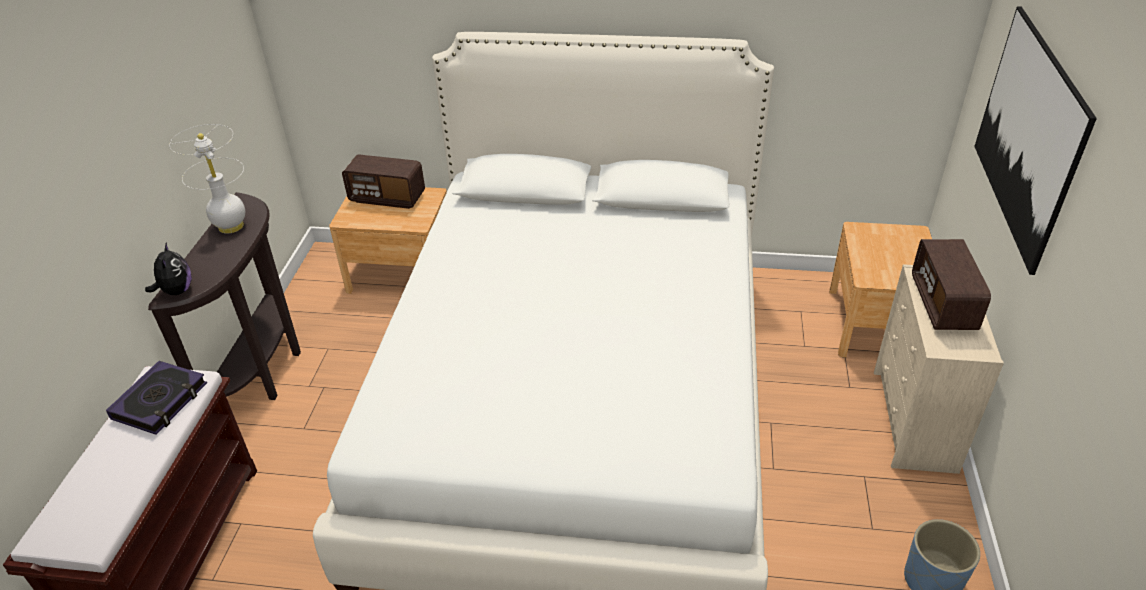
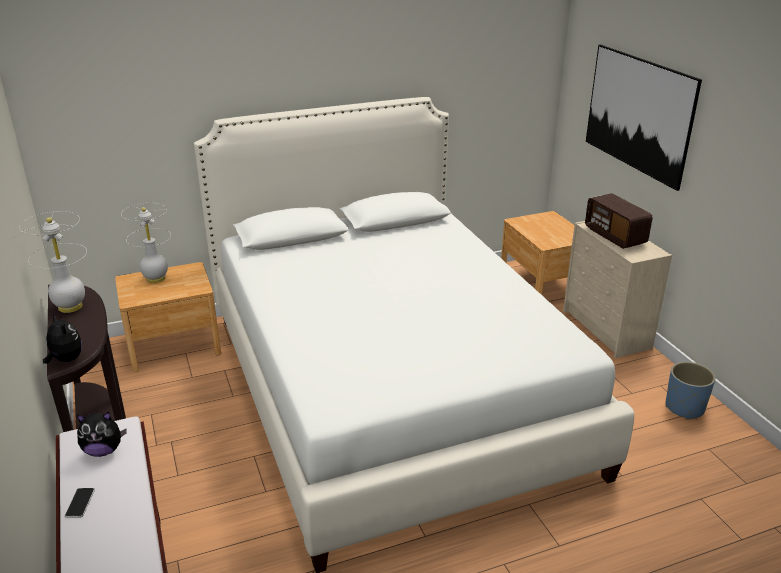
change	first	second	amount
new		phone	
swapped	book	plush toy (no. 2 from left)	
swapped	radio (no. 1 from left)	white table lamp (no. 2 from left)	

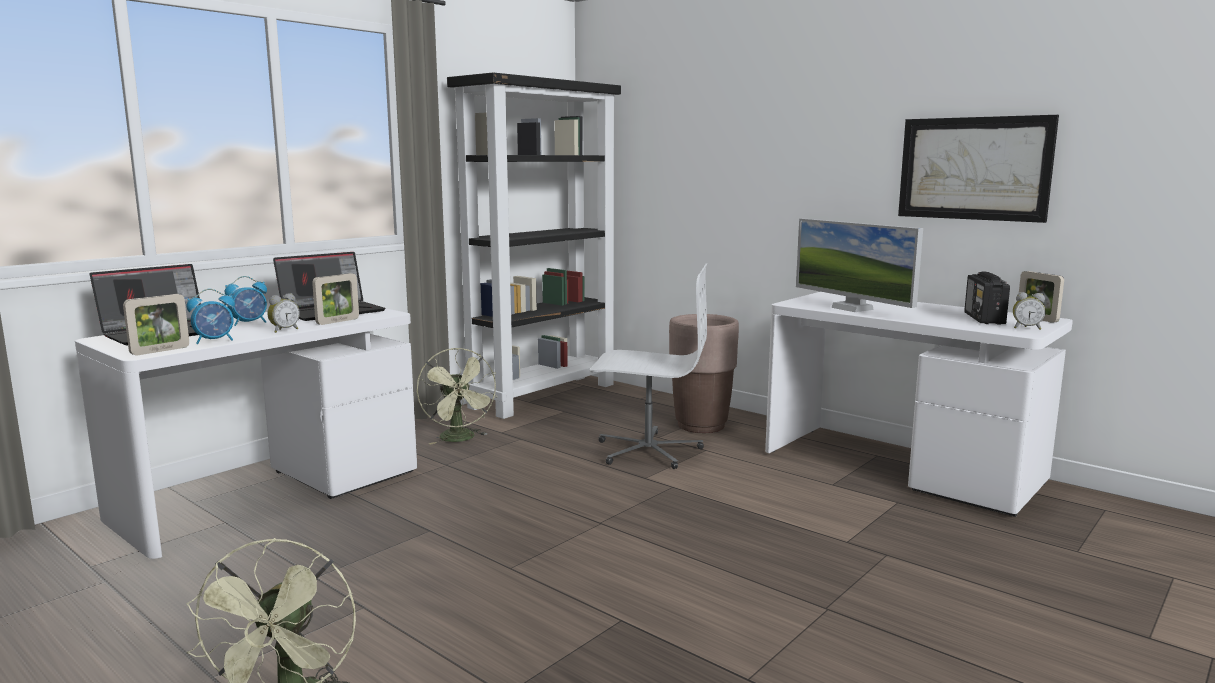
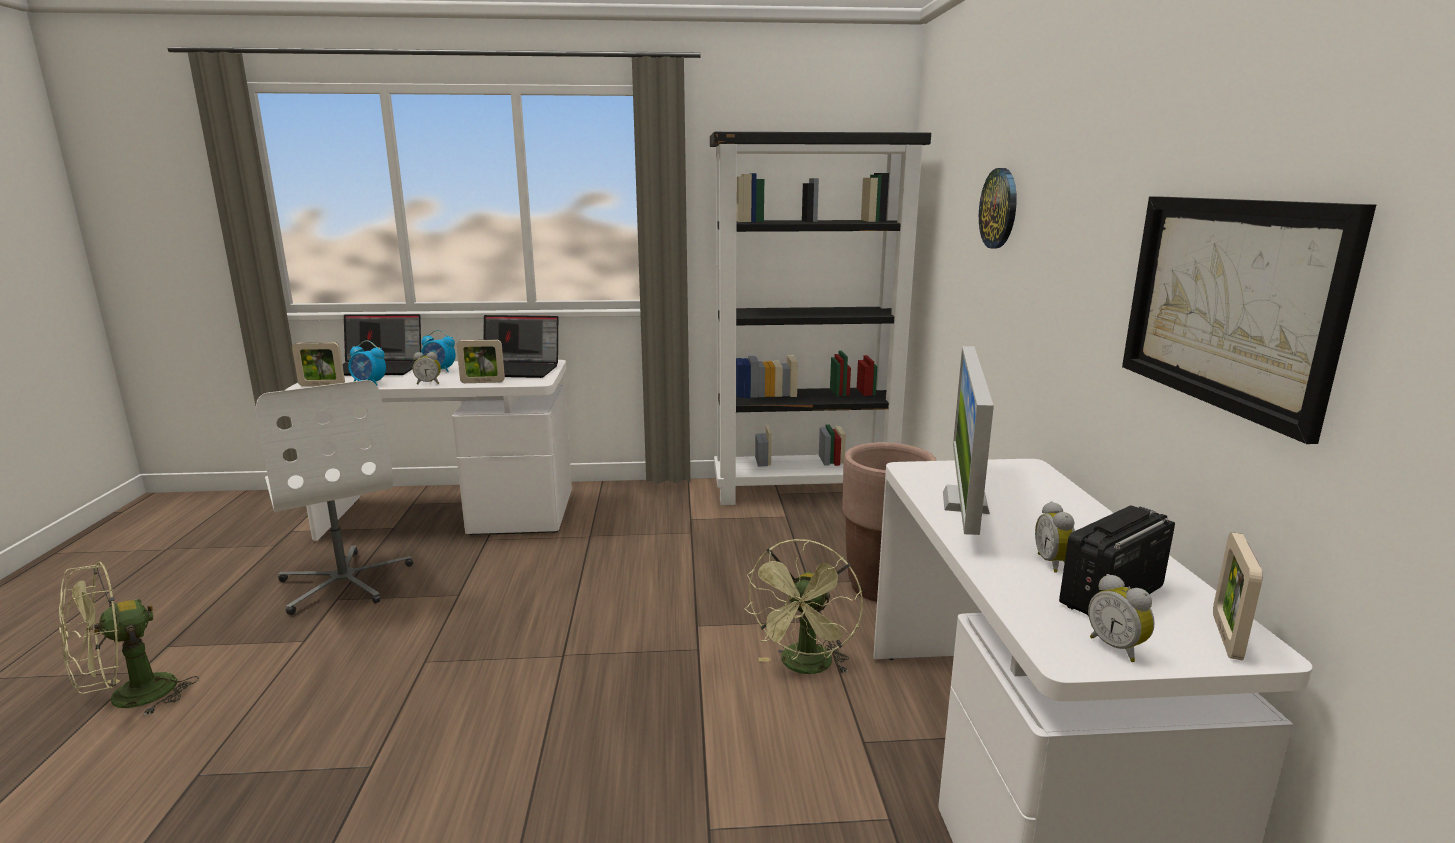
change	first	second	amount
new		wall clock	
new		alarm clock (no. 4 from left)	
shifted	green fan (no. 2 from left)		
shifted	white office chair		

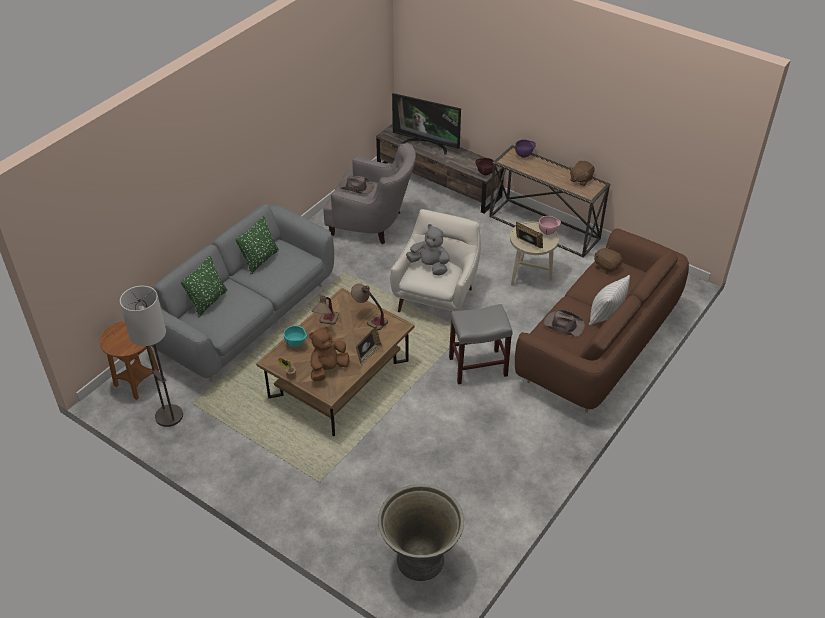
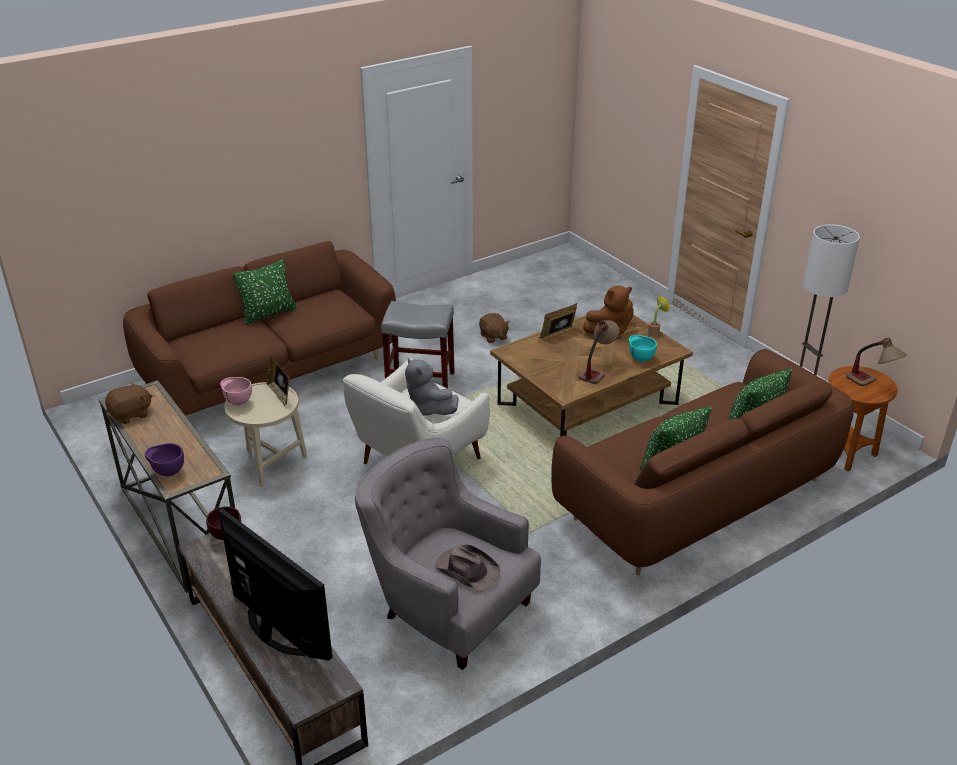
change	first	second	amount
gone	grey planter		
gone	brown hat (no. 2 from left)		
shifted	table lamp (no. 2 from left)		
shifted	brown plush toy (no. 3 from left in the first image)	brown plush toy (no. 2 from left)	
repainted	grey sofa	brown sofa (no. 2 from left)	
repainted	white pillow	green pillow (no. 1 from left)	

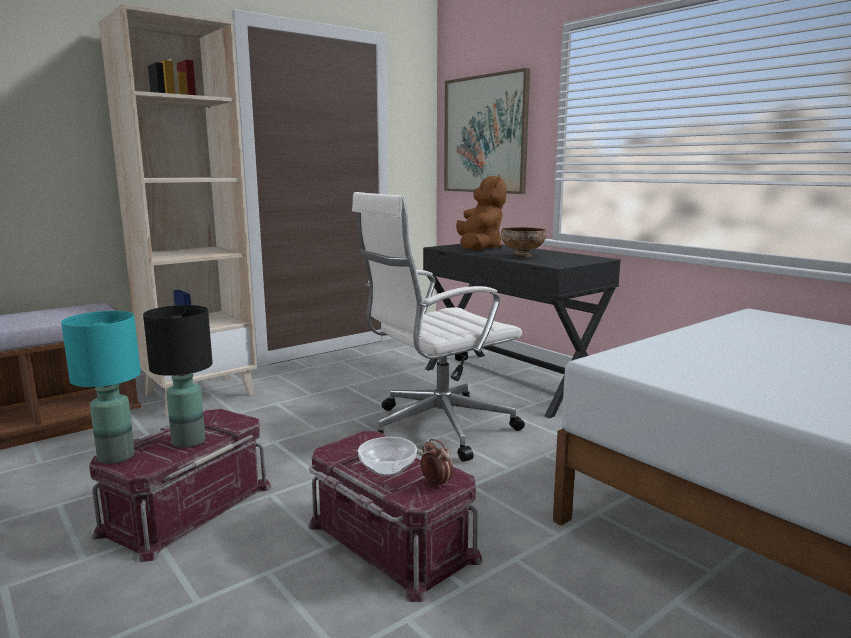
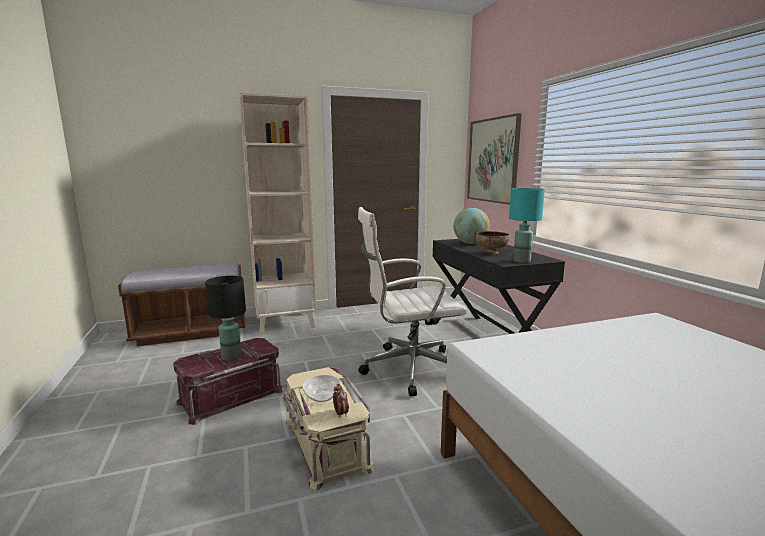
change	first	second	amount
shifted	turquoise table lamp		
swapped	brown plush toy	globe	
repainted	red storage box (no. 2 from left)	beige storage box	

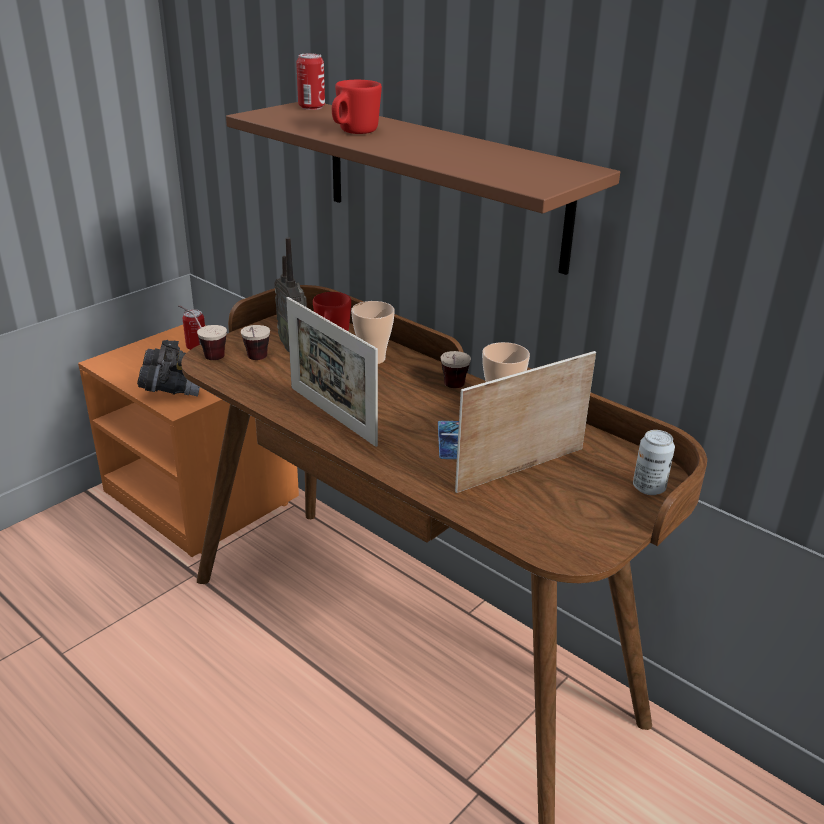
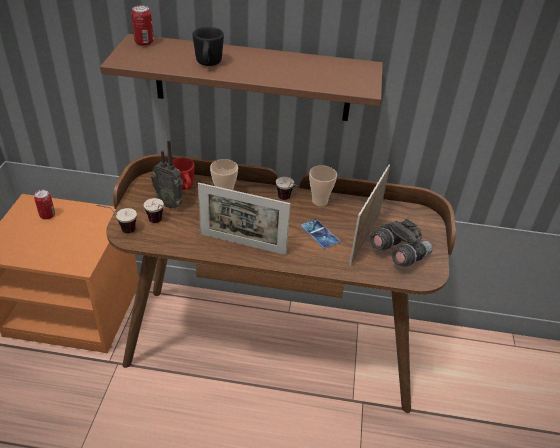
change	first	second	amount
gone	can (no. 3 from left)		
shifted	grey binoculars		
repainted	red mug (no. 2 from left)	black mug	

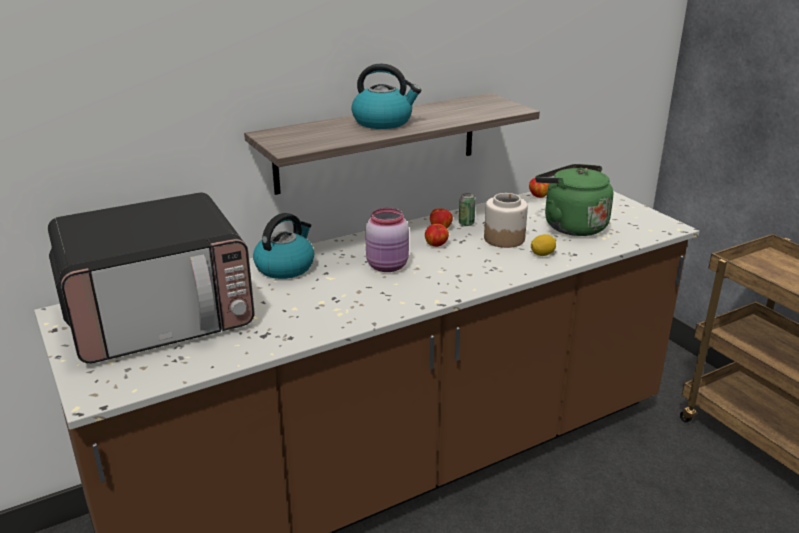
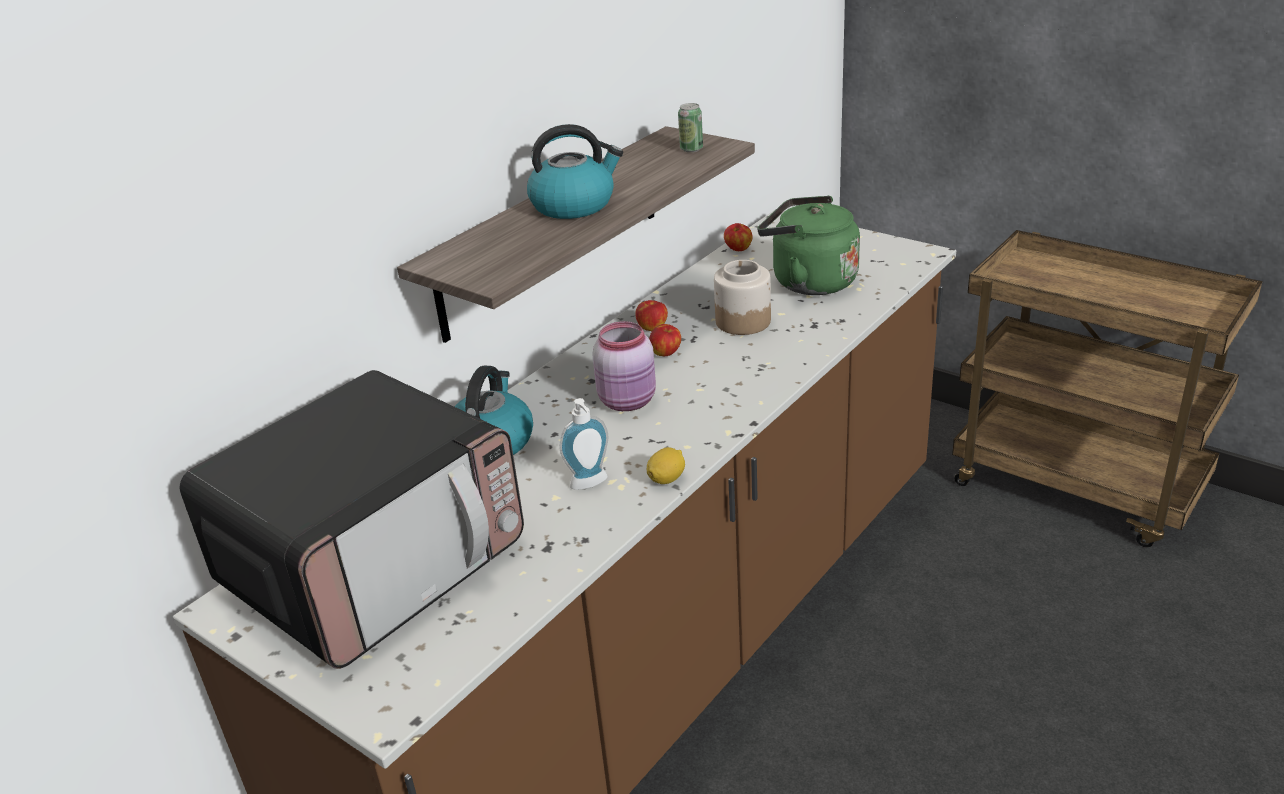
change	first	second	amount
new		soap dispenser	
shifted	can		
shifted	lemon		

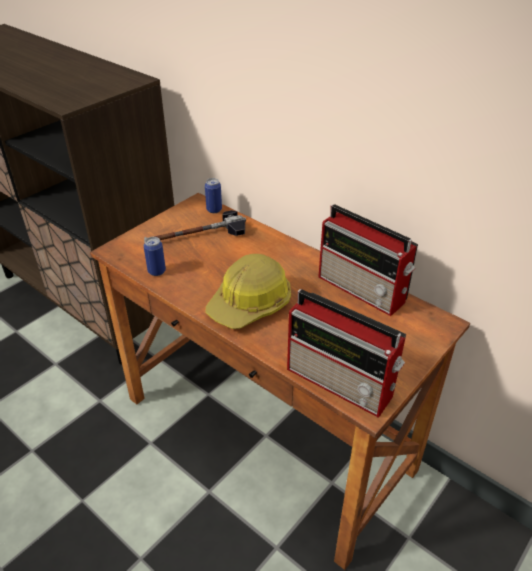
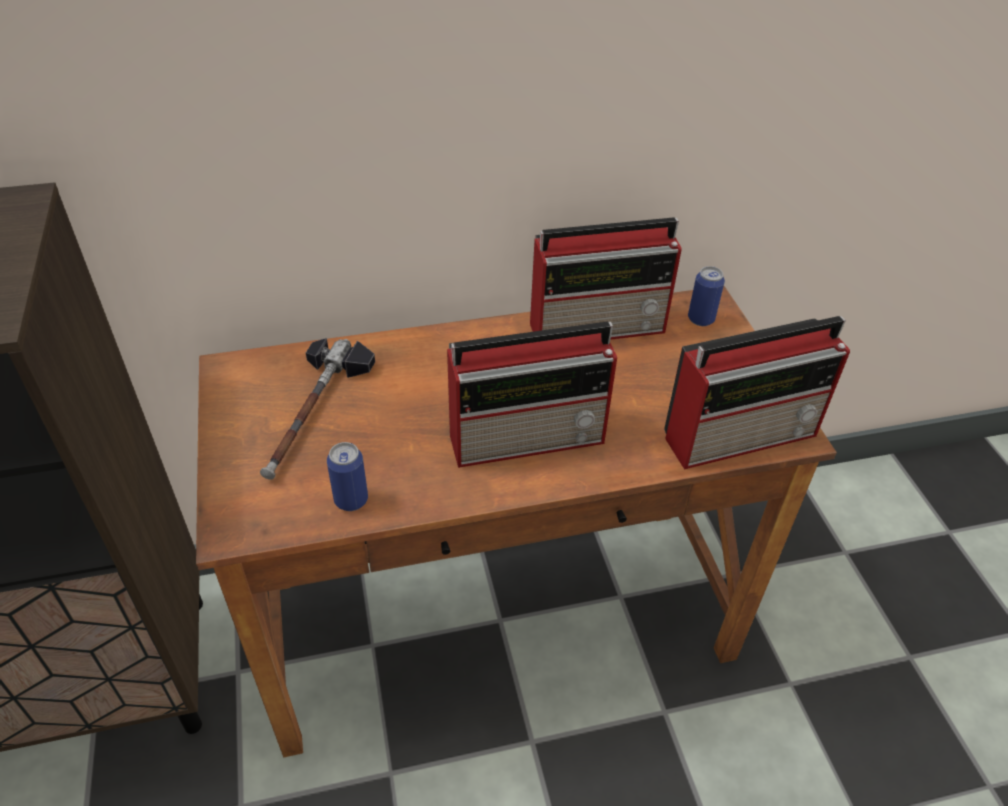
change	first	second	amount
shifted	can (no. 2 from left)		
swapped	hard hat	radio (no. 1 from left)	

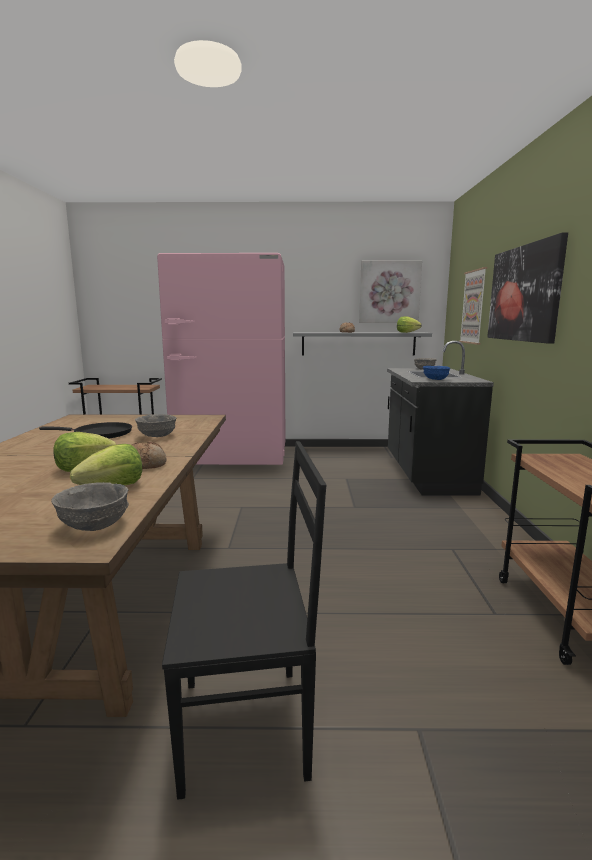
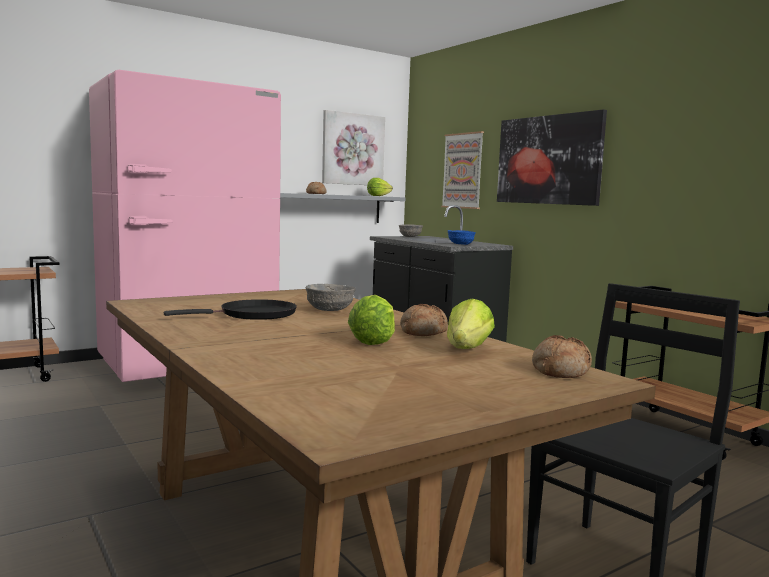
change	first	second	amount
swapped	grey bowl (no. 1 from left)	bread (no. 3 from left)	

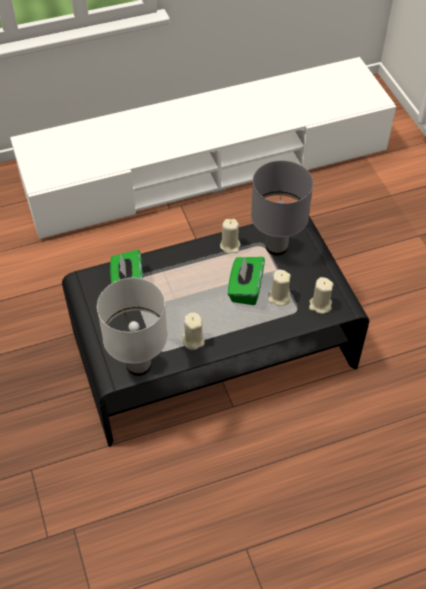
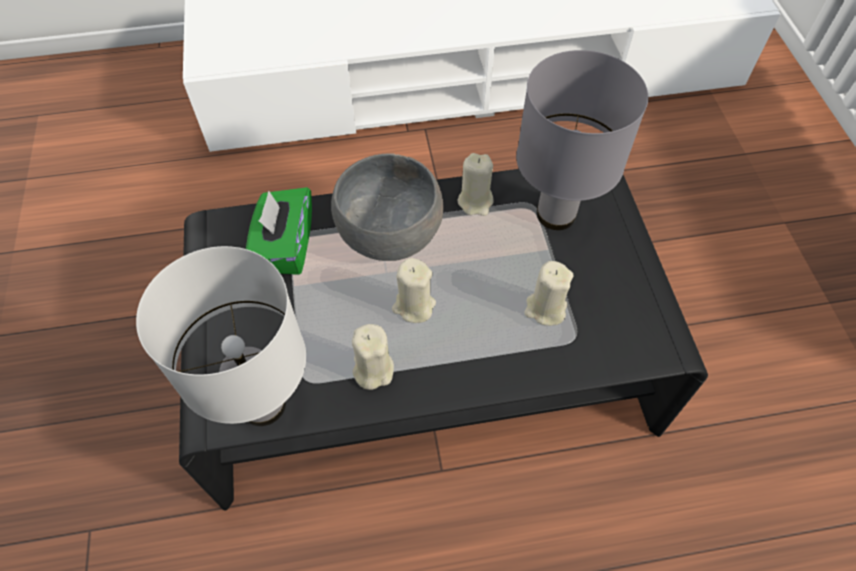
change	first	second	amount
gone	green tissue box (no. 2 from left)		
new		grey bowl	
shifted	beige candle (no. 4 from left in the first image)	beige candle (no. 2 from left)	

